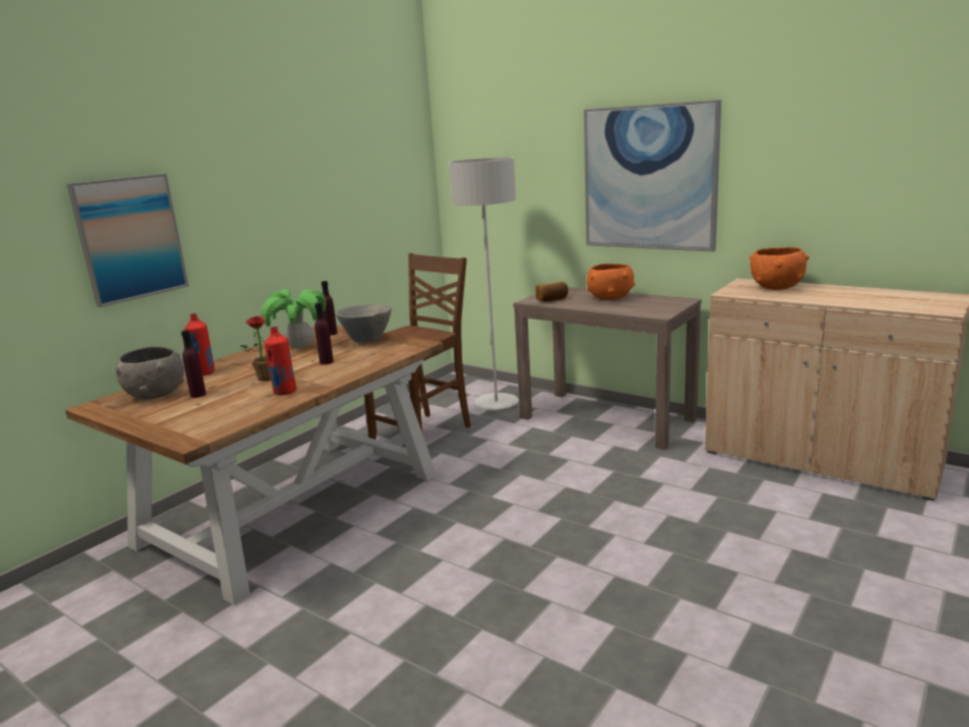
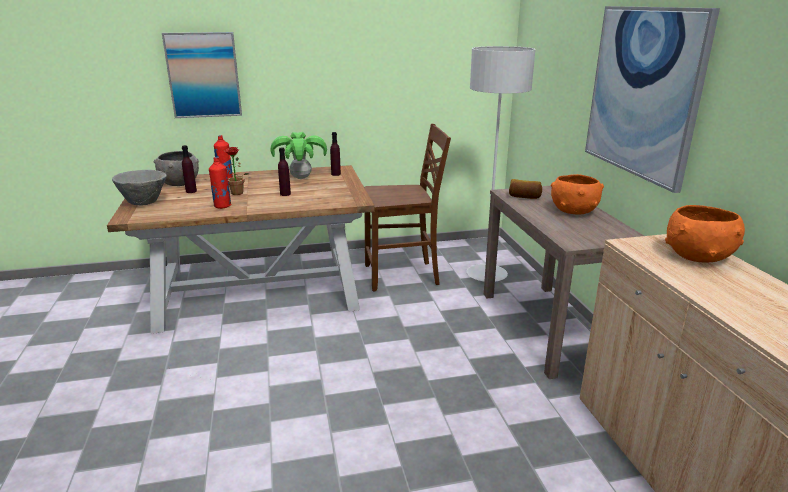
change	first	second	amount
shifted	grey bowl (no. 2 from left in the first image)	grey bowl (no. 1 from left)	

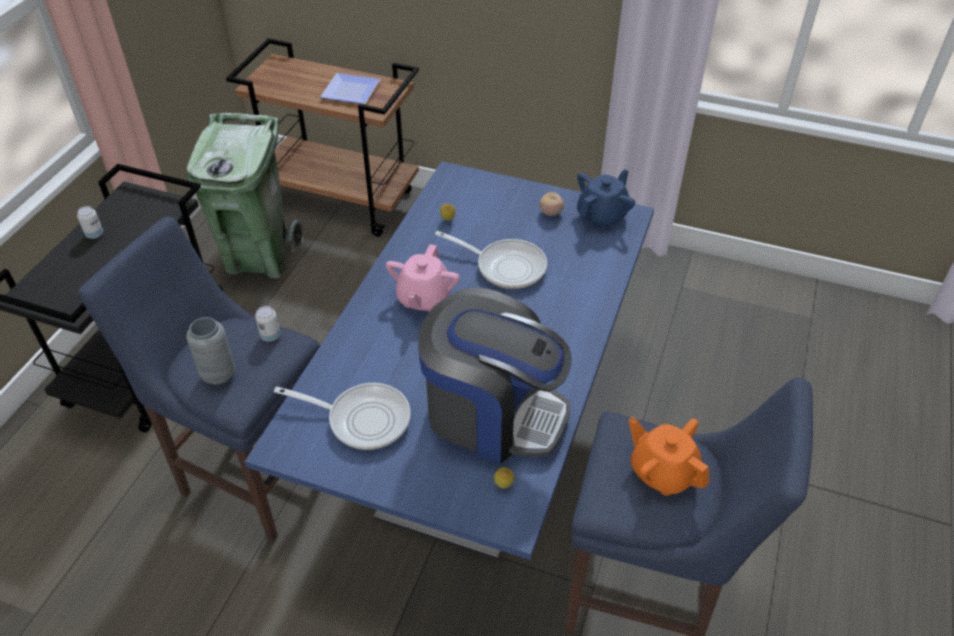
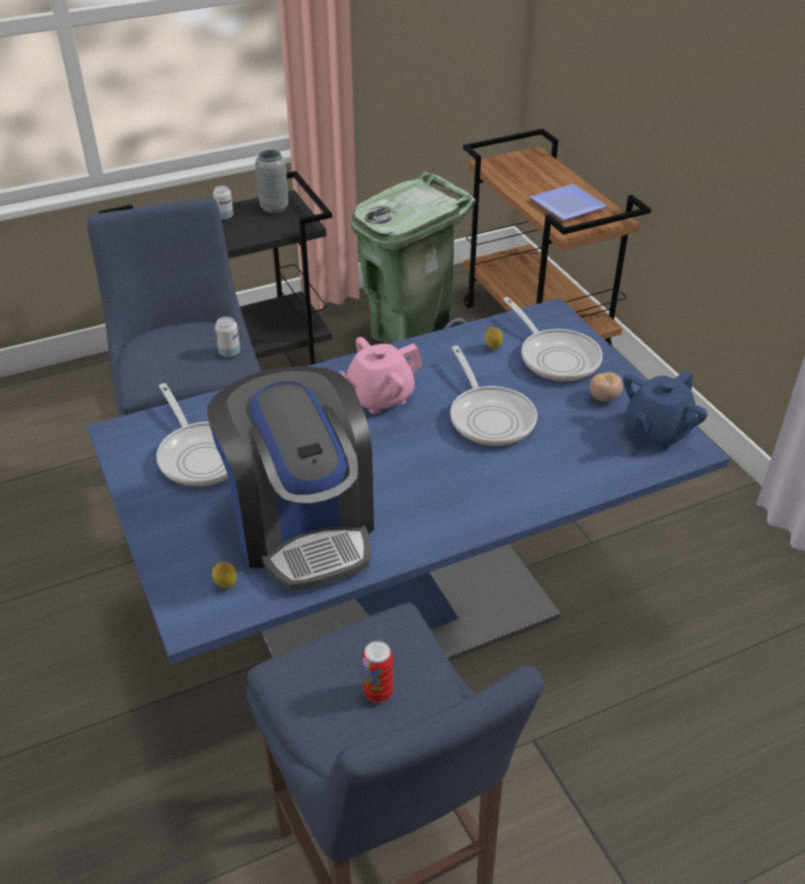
change	first	second	amount
new		frying pan (no. 3 from left)	
shifted	grey vase		
swapped	orange teapot	can (no. 3 from left)	
rotated	blue teapot		135 degrees clockwise

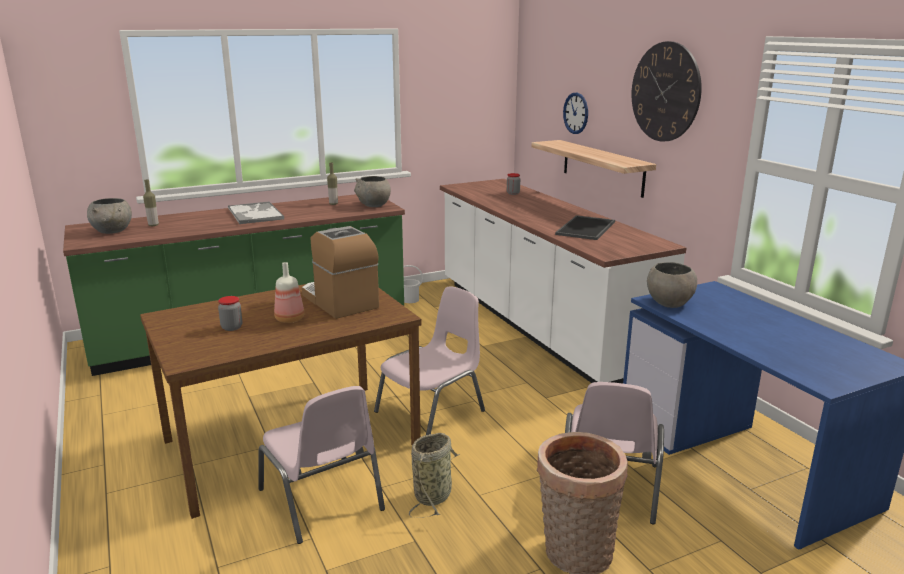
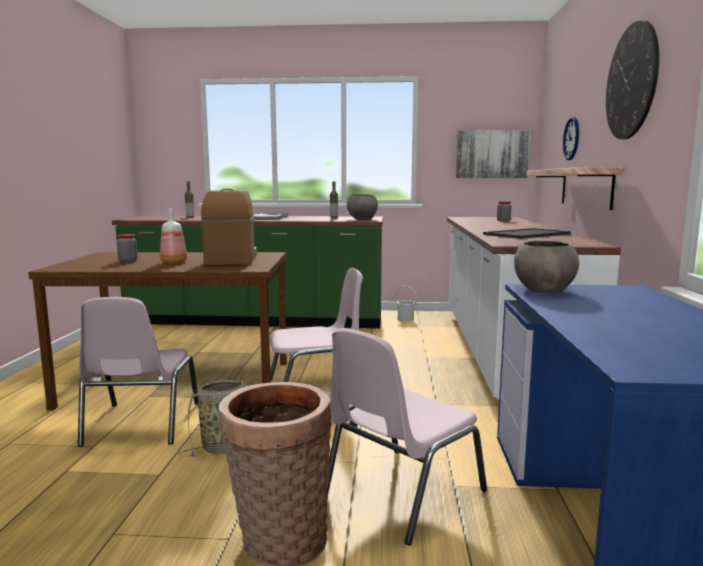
change	first	second	amount
gone	grey bowl (no. 1 from left)		
new		picture	

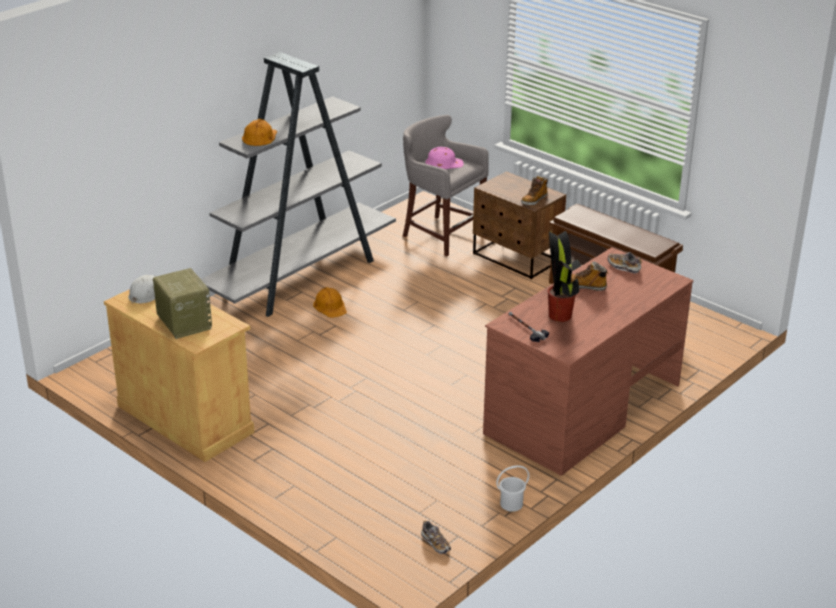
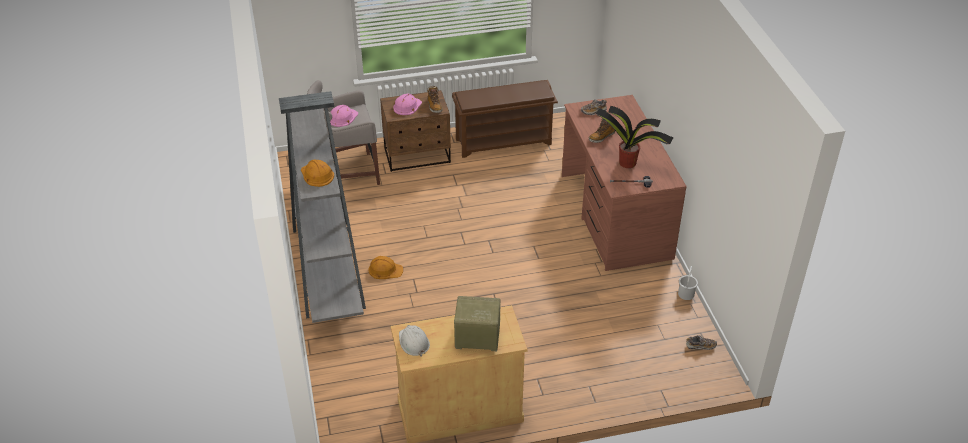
change	first	second	amount
new		pink hard hat (no. 2 from left)	

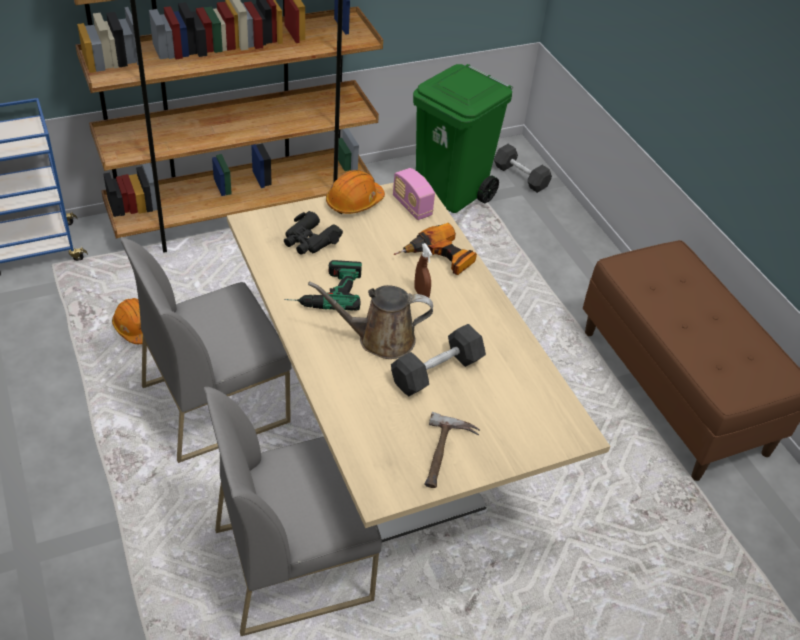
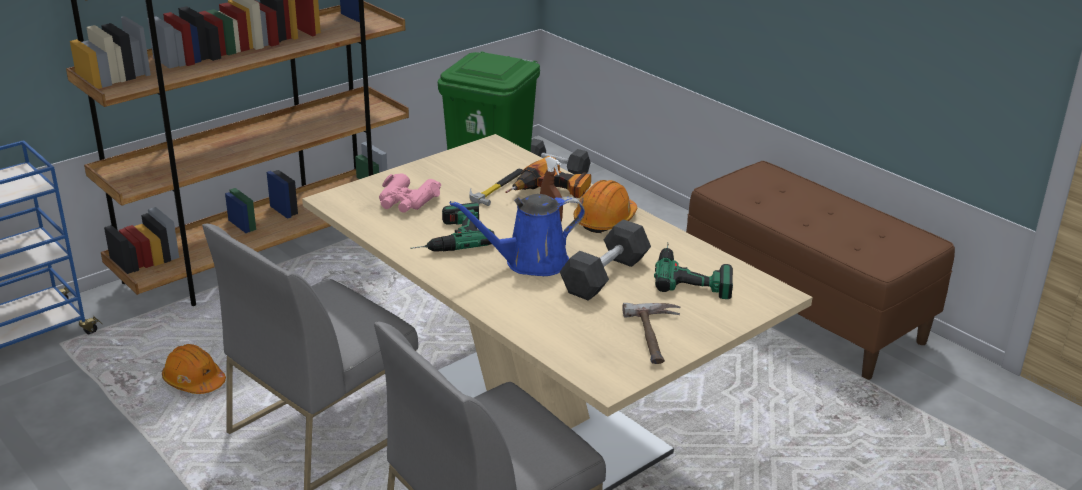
change	first	second	amount
gone	radio		
new		hammer (no. 1 from left)	
new		power drill (no. 3 from left)	
shifted	orange hard hat (no. 2 from left)		
repainted	black binoculars	pink binoculars	
repainted	brown watering can	blue watering can	

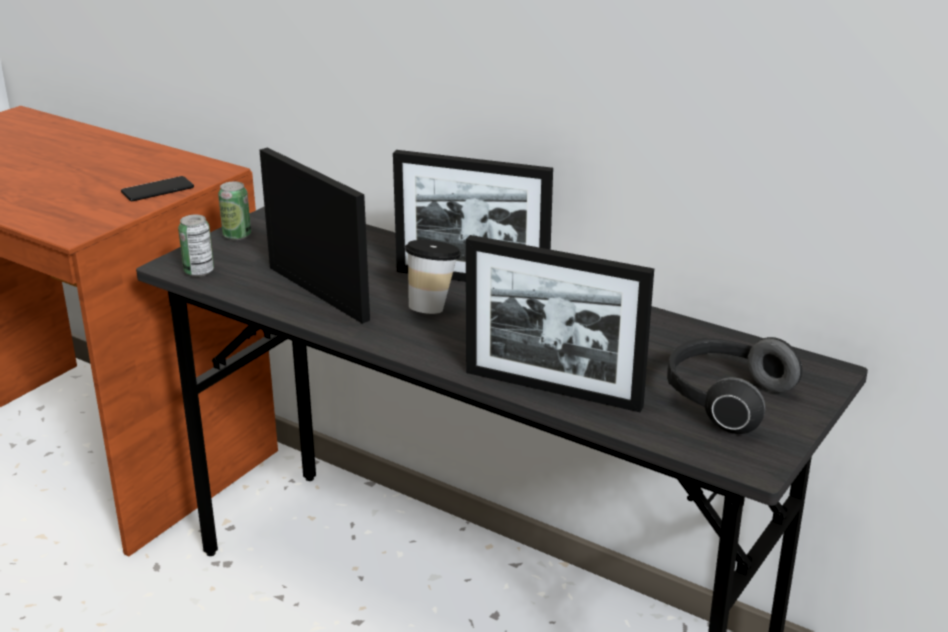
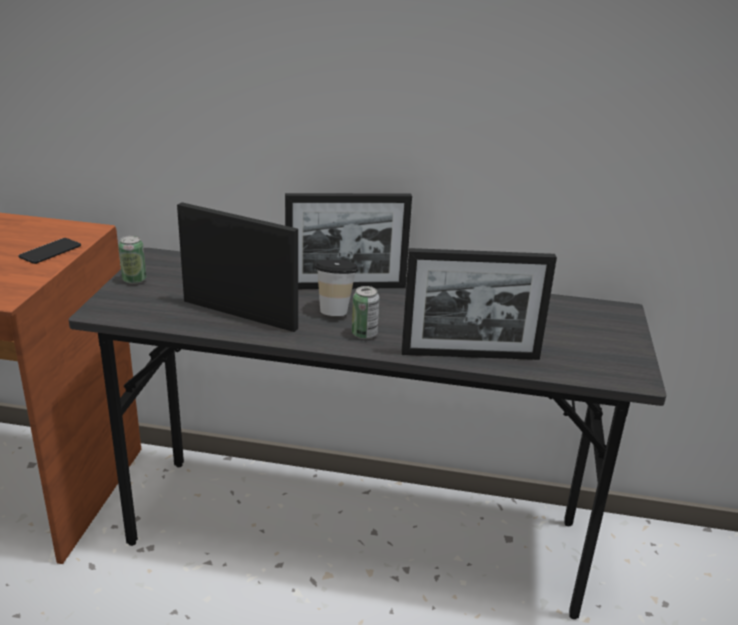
change	first	second	amount
gone	headphones		
shifted	can (no. 1 from left in the first image)	can (no. 2 from left)	

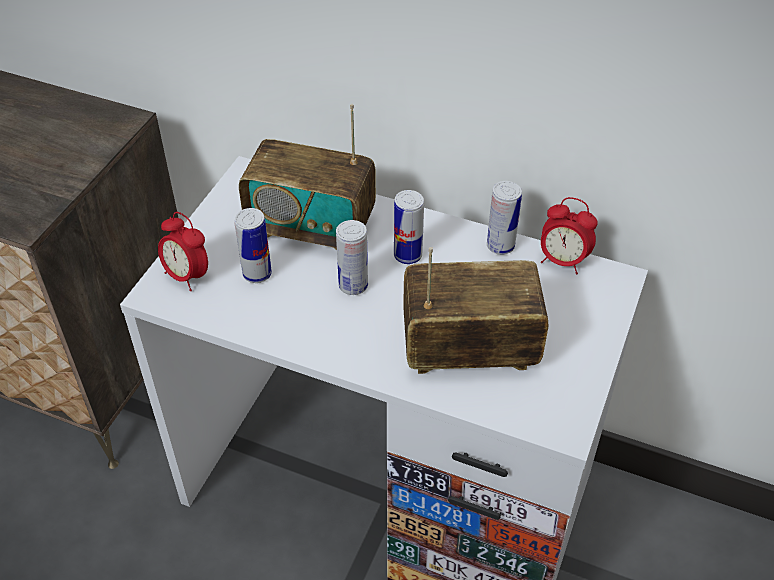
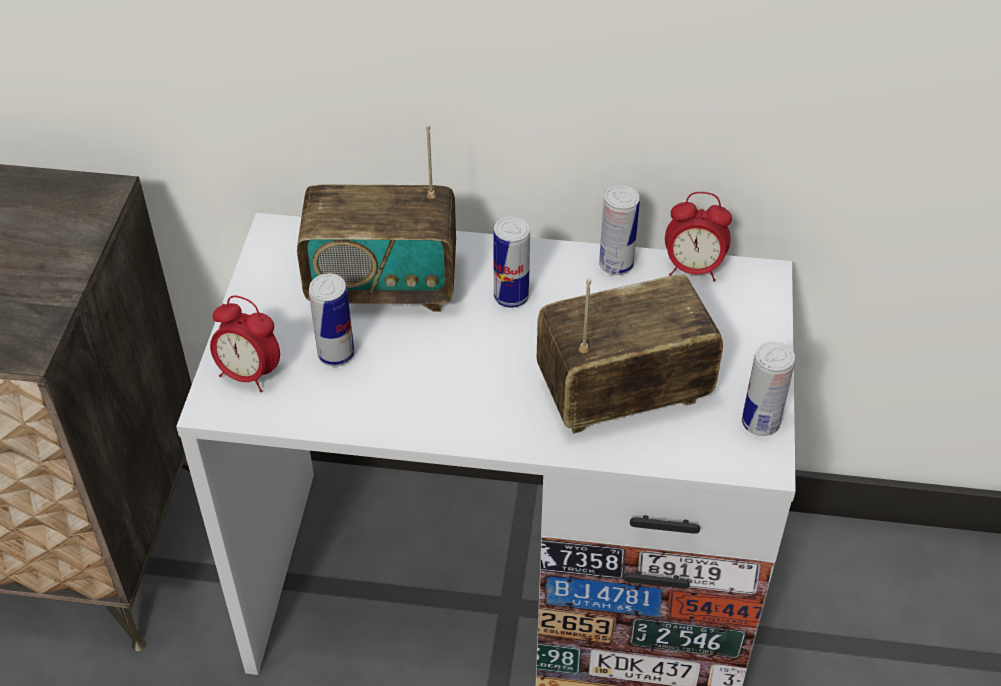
change	first	second	amount
shifted	can (no. 2 from left in the first image)	can (no. 4 from left)	

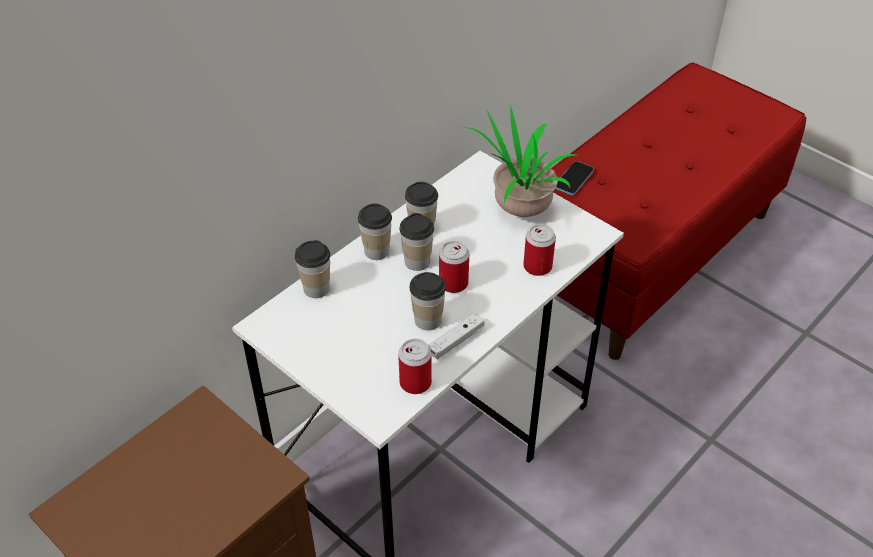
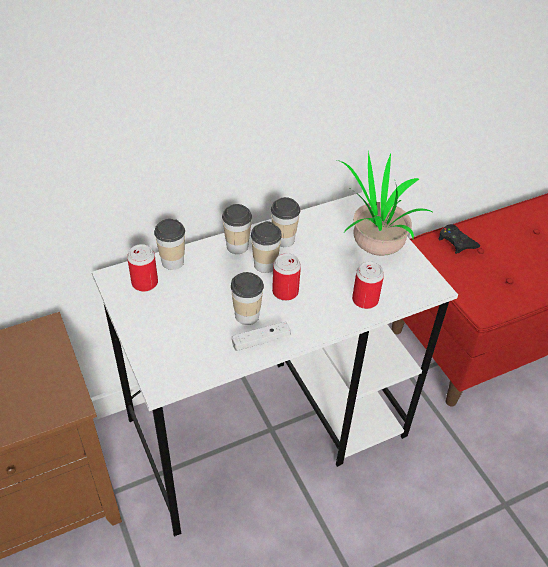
change	first	second	amount
shifted	can (no. 1 from left)		
swapped	phone	black game controller	

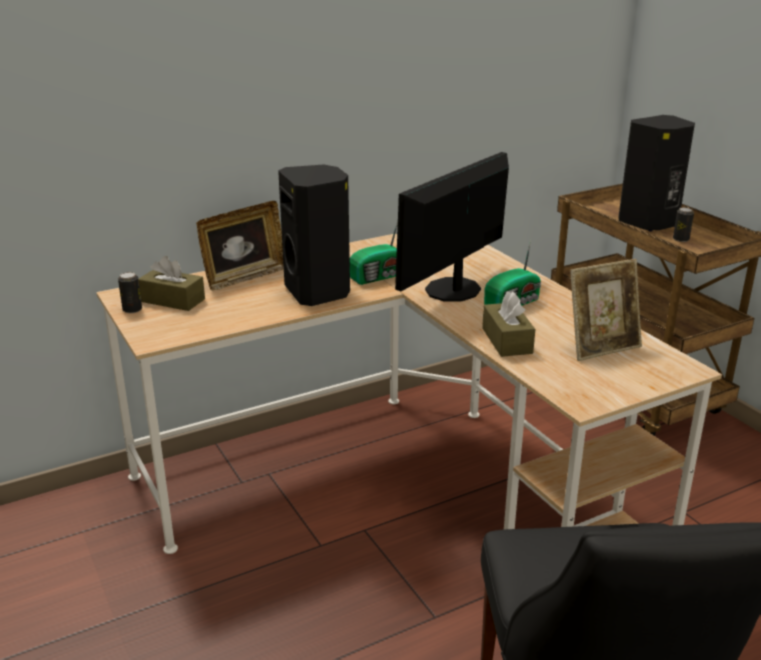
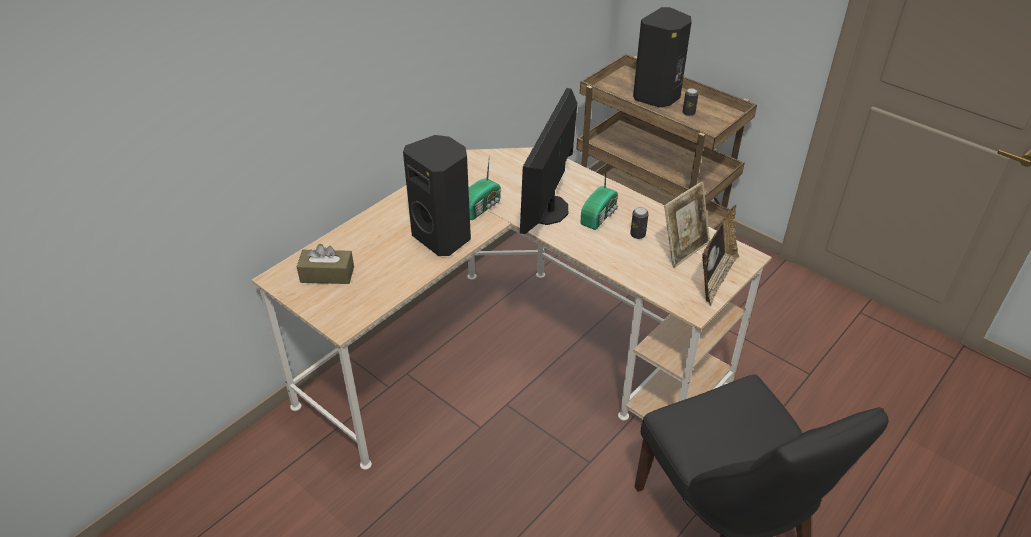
change	first	second	amount
gone	brown tissue box (no. 2 from left)		
shifted	can (no. 1 from left)		
shifted	picture frame (no. 1 from left in the first image)	picture frame (no. 2 from left)	

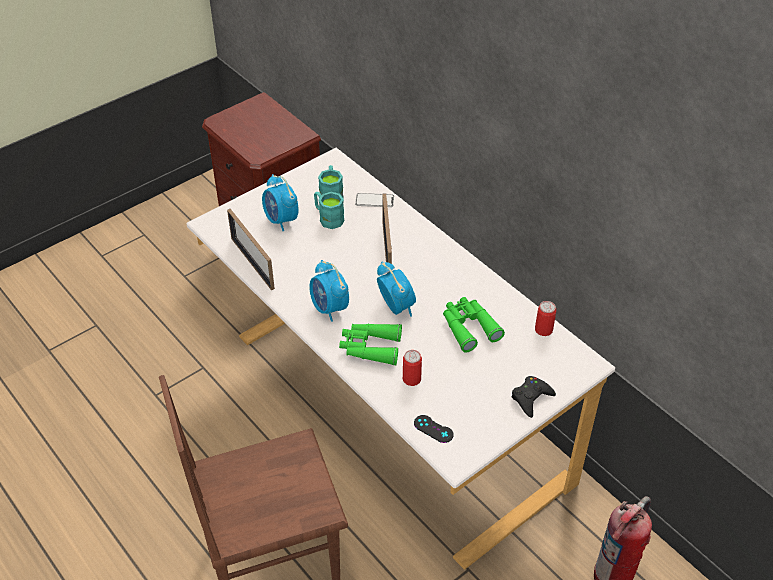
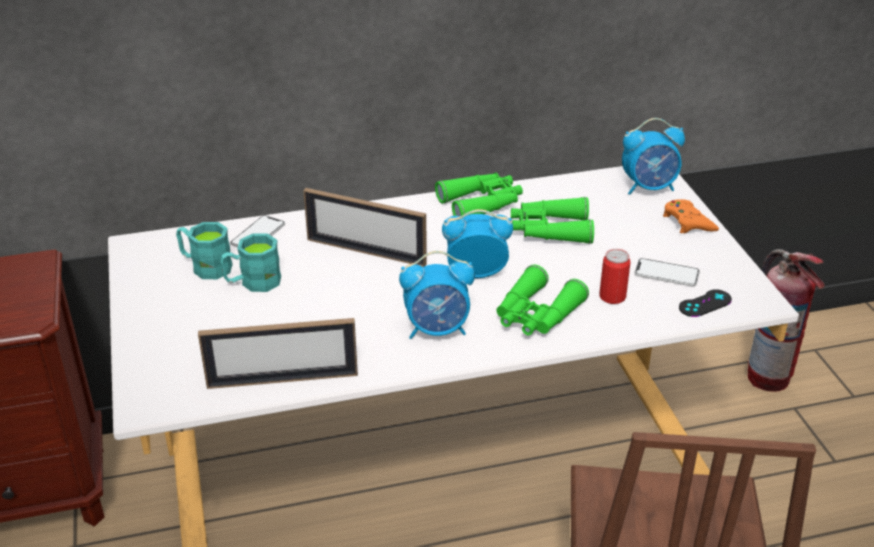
change	first	second	amount
gone	can (no. 2 from left)		
new		green binoculars (no. 1 from left)	
new		phone (no. 2 from left)	
shifted	alarm clock (no. 1 from left in the first image)	alarm clock (no. 3 from left)	
repainted	black game controller (no. 2 from left)	orange game controller	

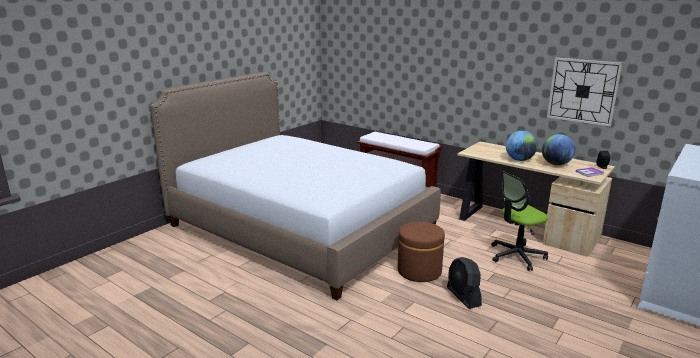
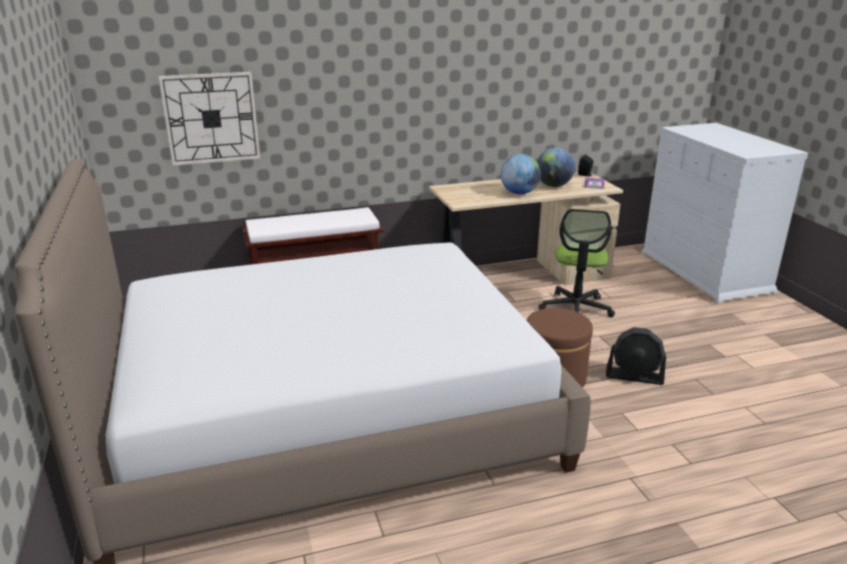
change	first	second	amount
shifted	wall clock		

